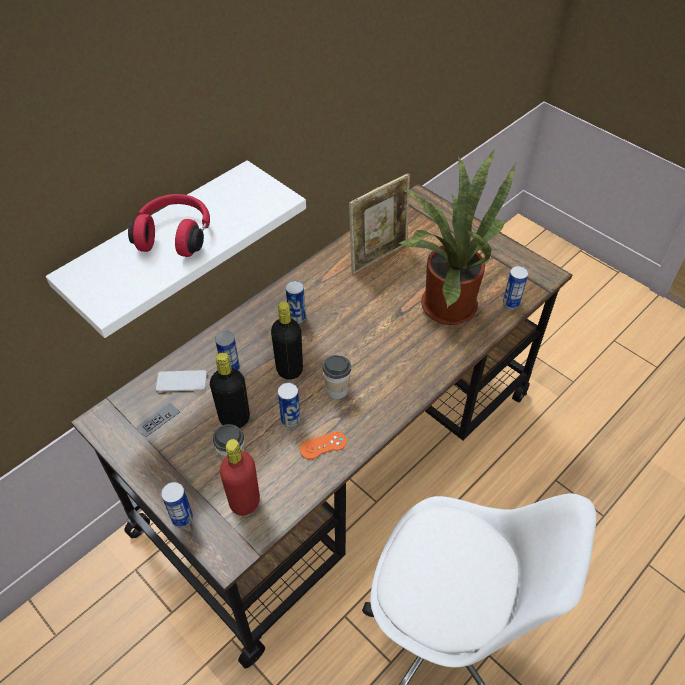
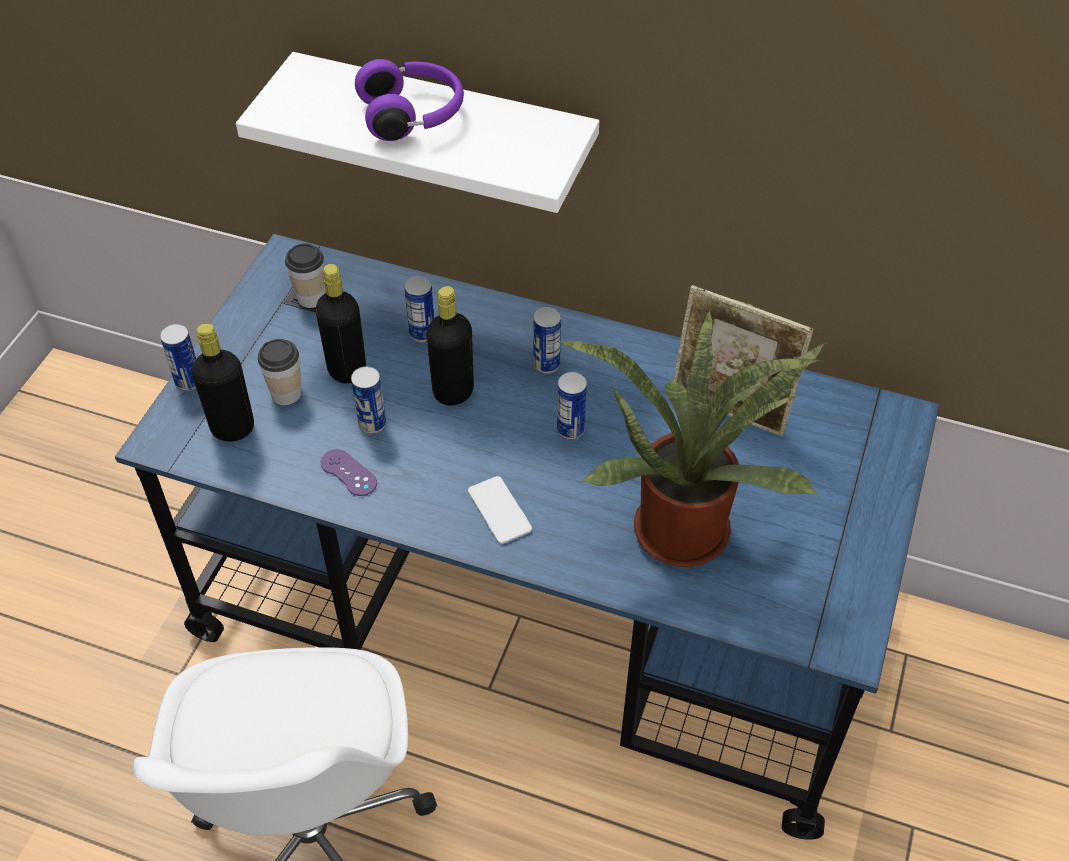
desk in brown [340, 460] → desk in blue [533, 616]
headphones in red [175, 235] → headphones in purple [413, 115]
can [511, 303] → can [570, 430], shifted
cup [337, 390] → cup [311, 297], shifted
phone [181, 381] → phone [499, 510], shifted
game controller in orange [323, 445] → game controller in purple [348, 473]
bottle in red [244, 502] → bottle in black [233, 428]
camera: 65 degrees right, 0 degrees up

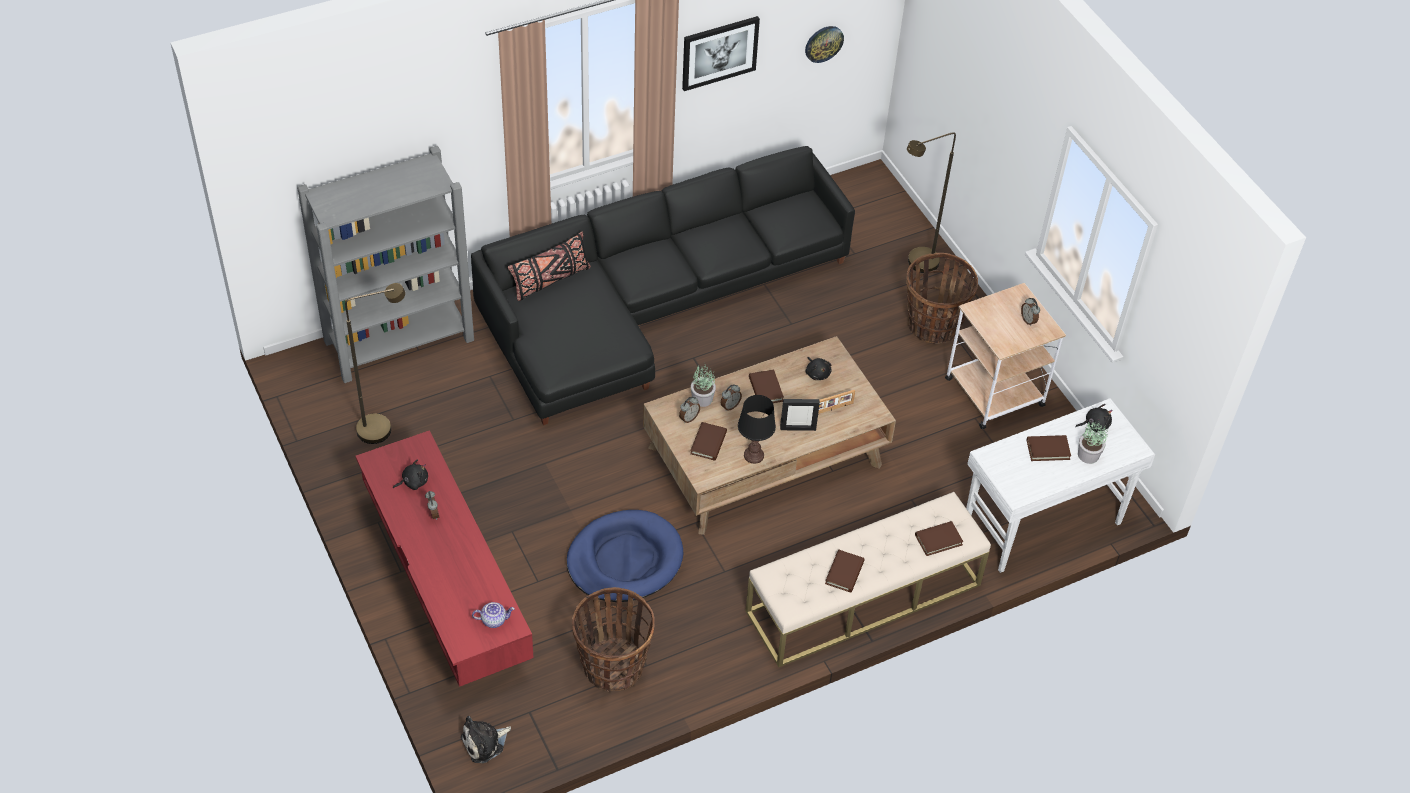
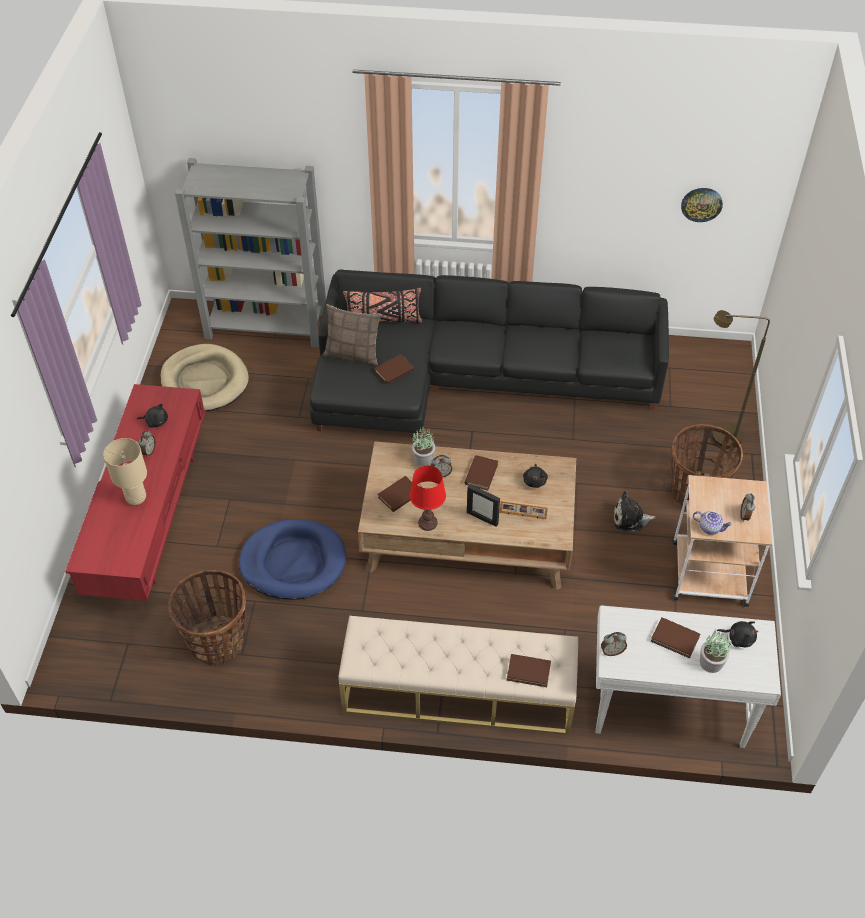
picture [719, 52] → -
floor lamp in brown [383, 427] → dog bed in beige [205, 381]
table lamp in black [753, 455] → table lamp in red [428, 522]
alarm clock [688, 418] → alarm clock [612, 651], shifted
book in brown [844, 572] → book in brown [394, 371], shifted
teapot [494, 619] → teapot [710, 527], shifted
plush toy [485, 743] → plush toy [630, 519], shifted
- → pillow [353, 354]
- → table lamp in beige [137, 499]
camera: 35 degrees right, 0 degrees up

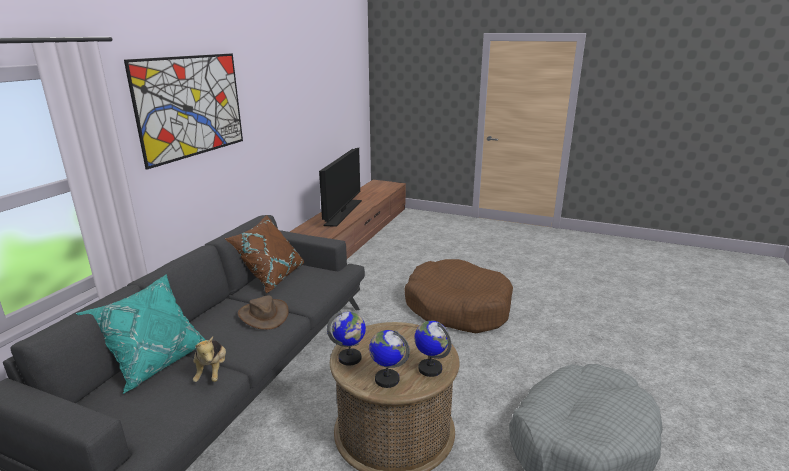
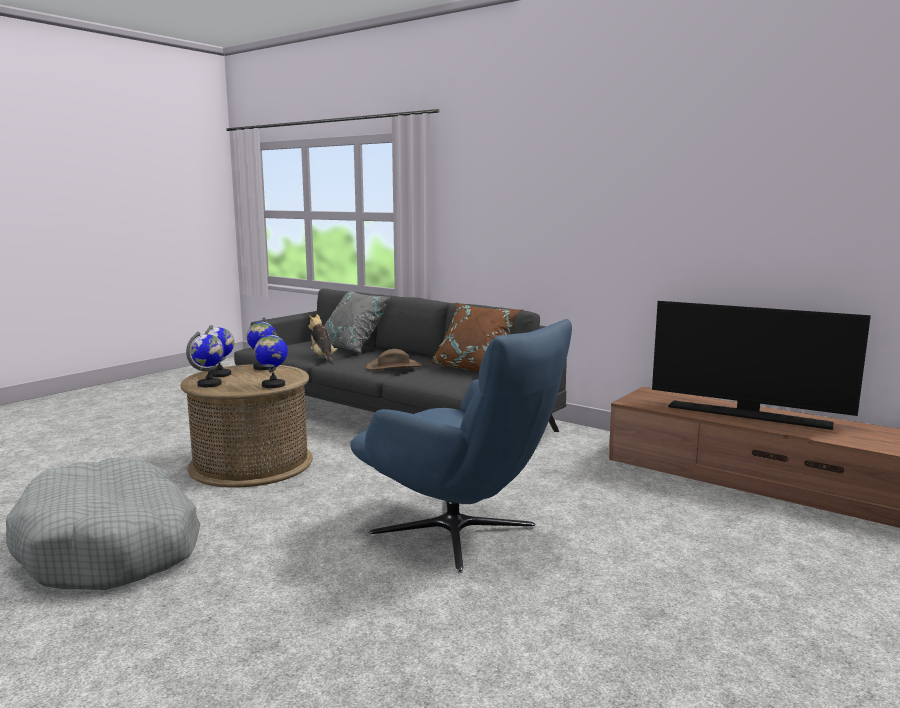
picture [191, 106] → -
dog bed in brown [457, 307] → armchair in blue [457, 533]
pillow in turquoise [155, 361] → pillow in grey [353, 347]
plush toy [212, 372] → plush toy [323, 358], 60 degrees clockwise
- → globe [273, 385]
camera: 105 degrees right, 10 degrees down

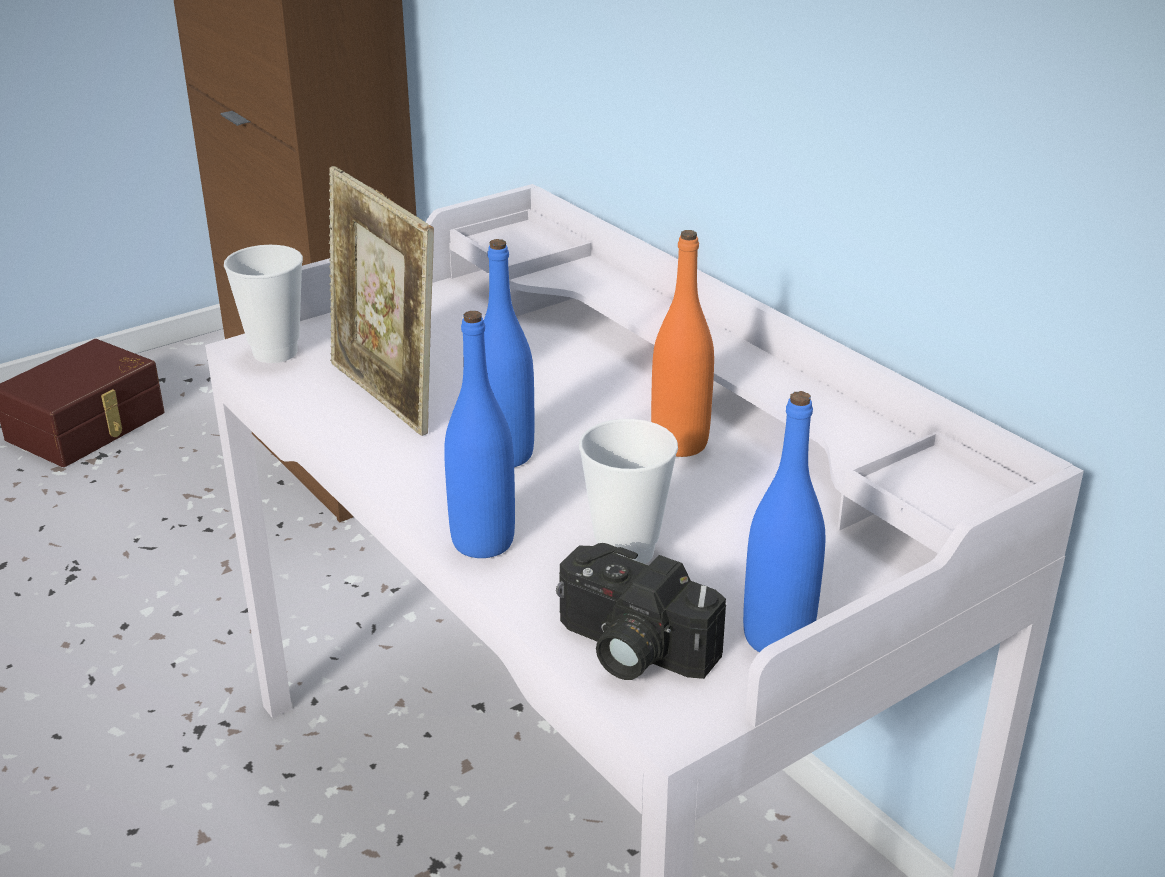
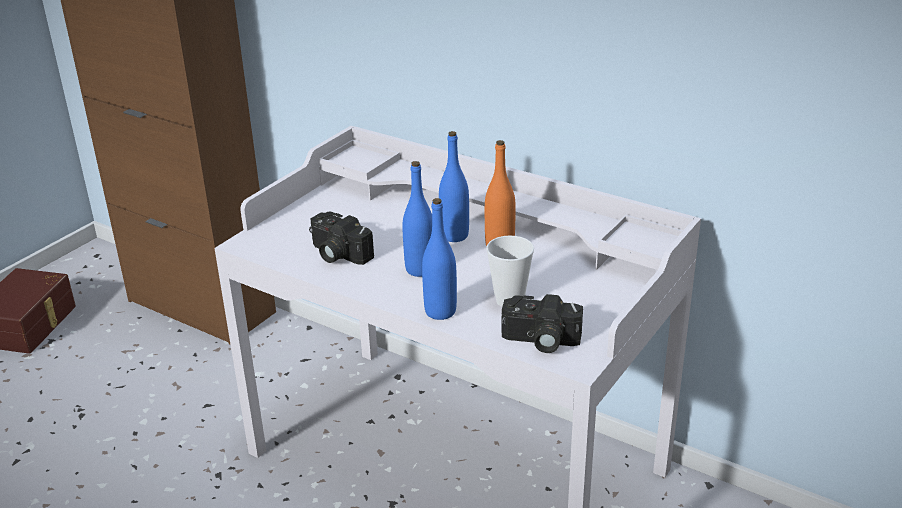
picture frame [386, 396] → photo camera [337, 254]
cup [275, 352] → -
bottle in blue [777, 637] → bottle in blue [454, 236], shifted
camera: 20 degrees left, 0 degrees up

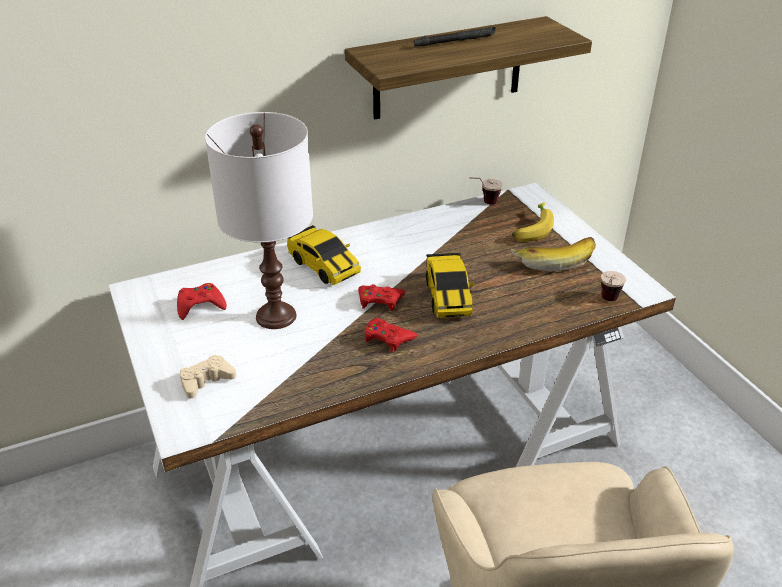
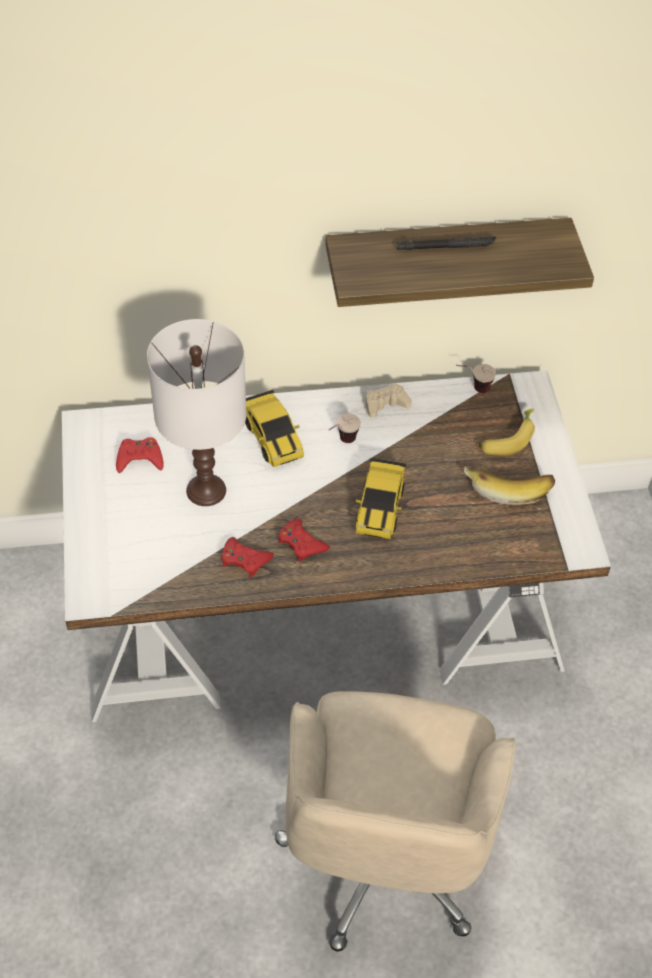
cup [607, 302] → cup [341, 443], shifted
game controller in red [380, 300] → game controller in red [244, 559], shifted
game controller in beige [206, 381] → game controller in beige [385, 404], shifted
camera: 15 degrees right, 15 degrees up

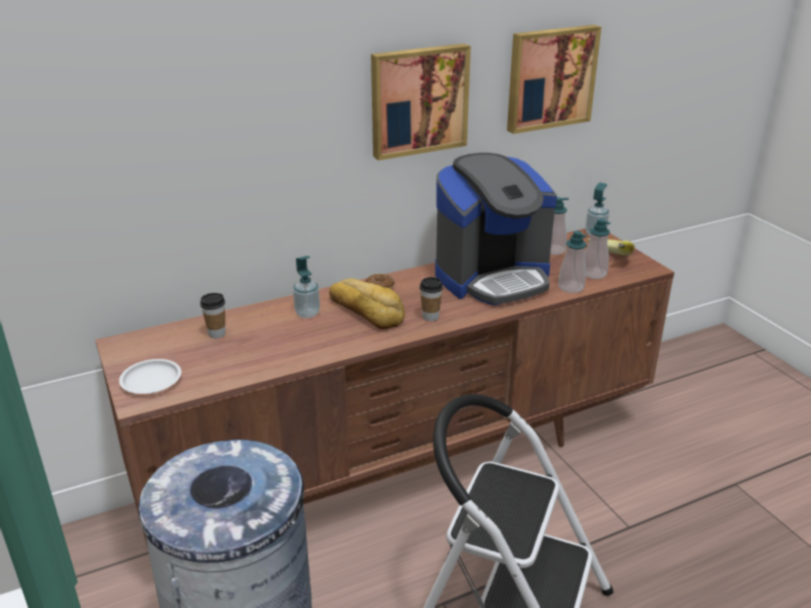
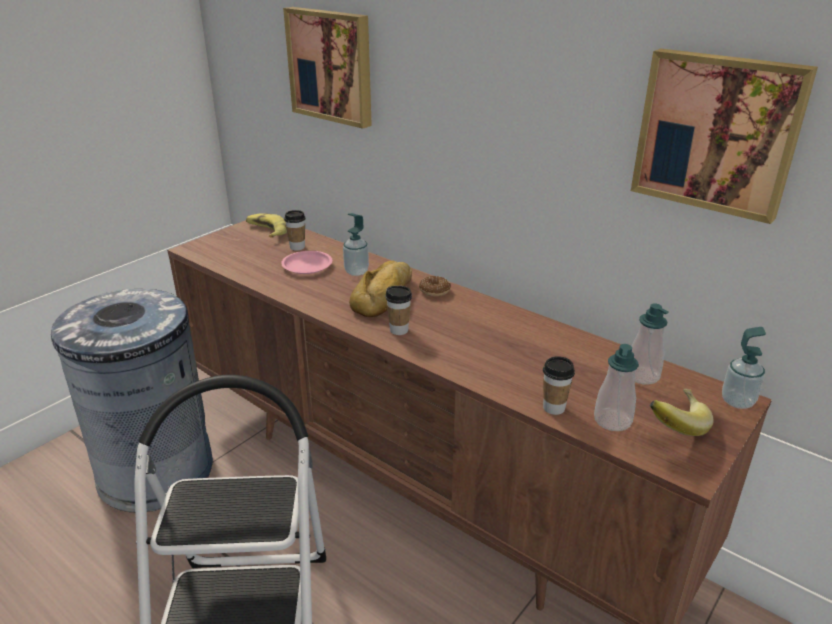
picture [418, 100] → picture [332, 66], shifted
coffee machine [492, 277] → -
soap dispenser [571, 287] → cup [554, 408]
plate in white [150, 380] → -
- → banana [266, 231]
- → plate in pink [307, 265]
camera: 65 degrees right, 0 degrees up

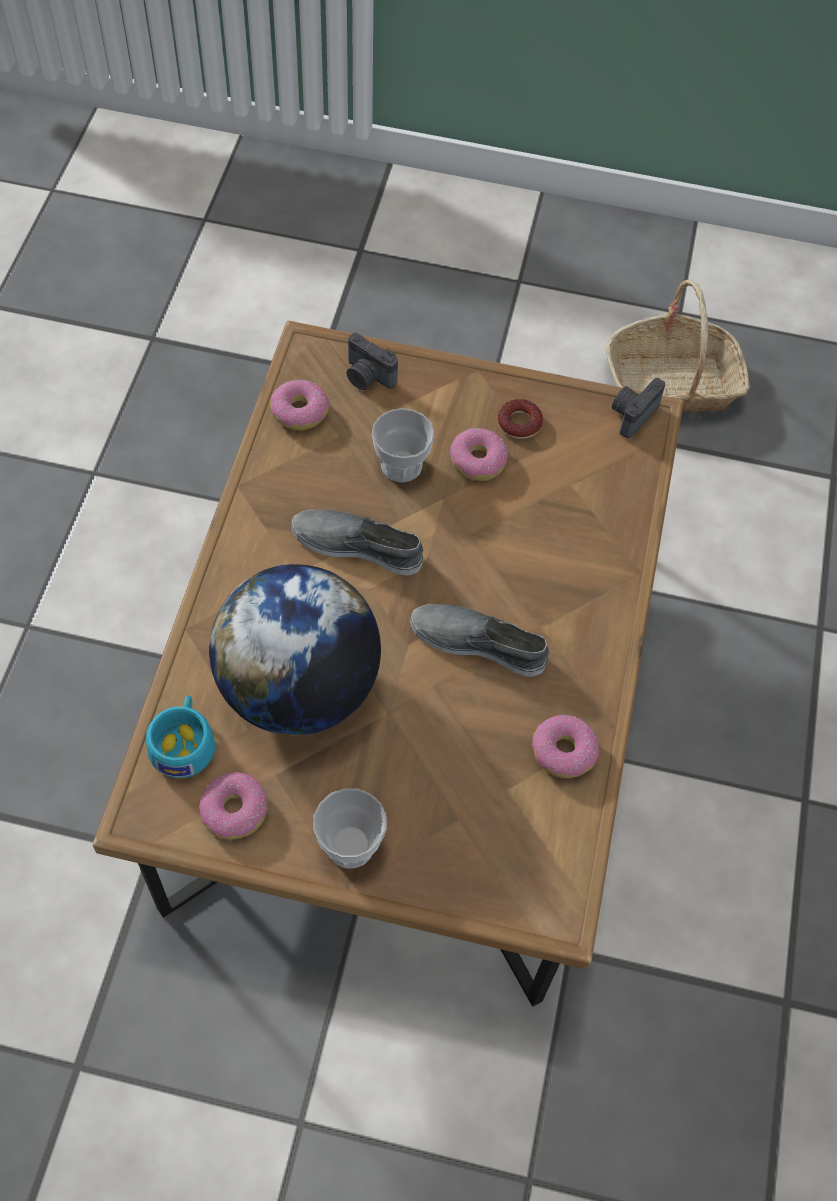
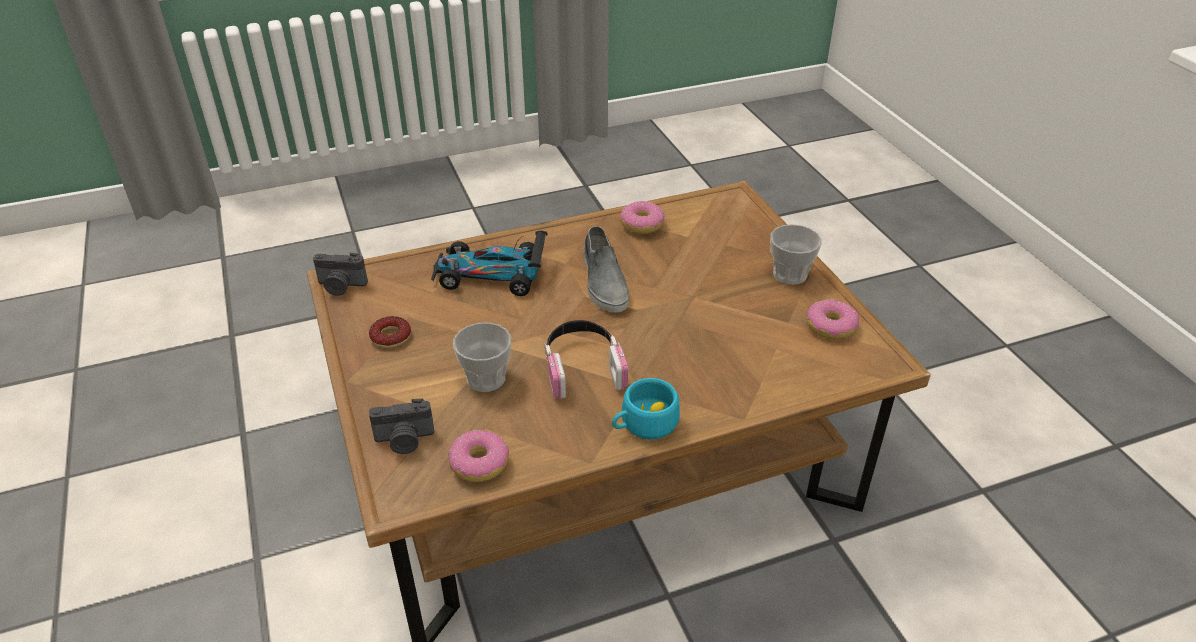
basket [671, 384] → -
photo camera [367, 377] → photo camera [404, 440], 75 degrees clockwise
donut [477, 461] → -
shoe in grey [357, 545] → headphones [582, 367]
globe [299, 687] → -
cup in turquoise [184, 743] → cup in turquoise [643, 424], shifted
- → toy car [492, 275]
camera: 120 degrees left, 20 degrees down

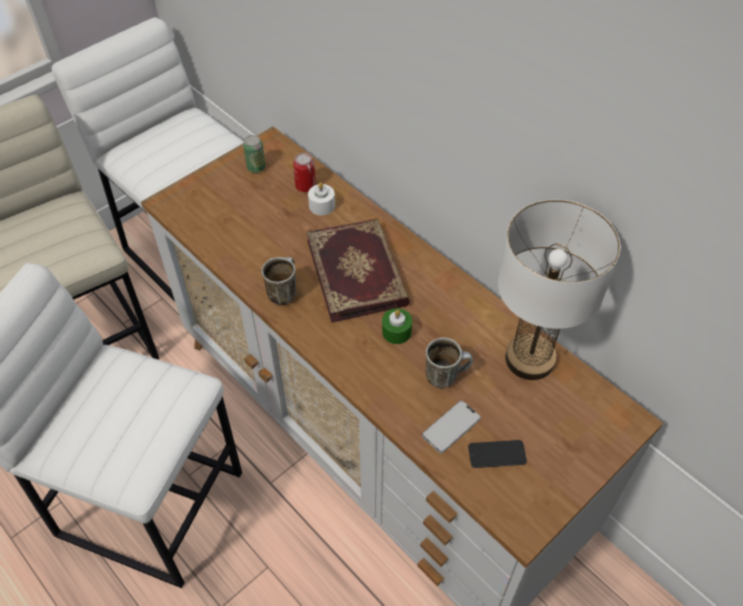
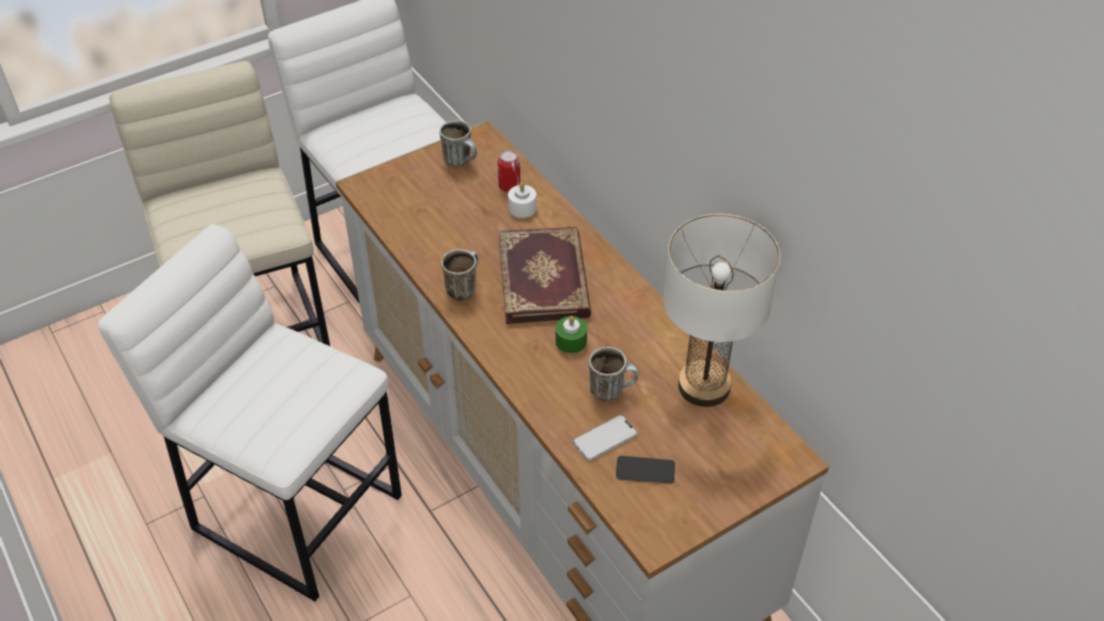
can [256, 167] → mug [461, 161]
camera: 10 degrees right, 5 degrees down

